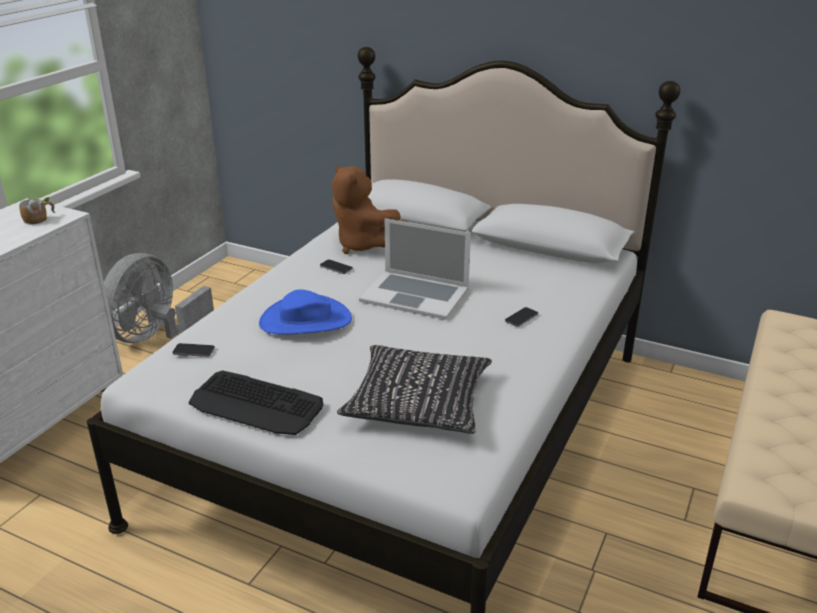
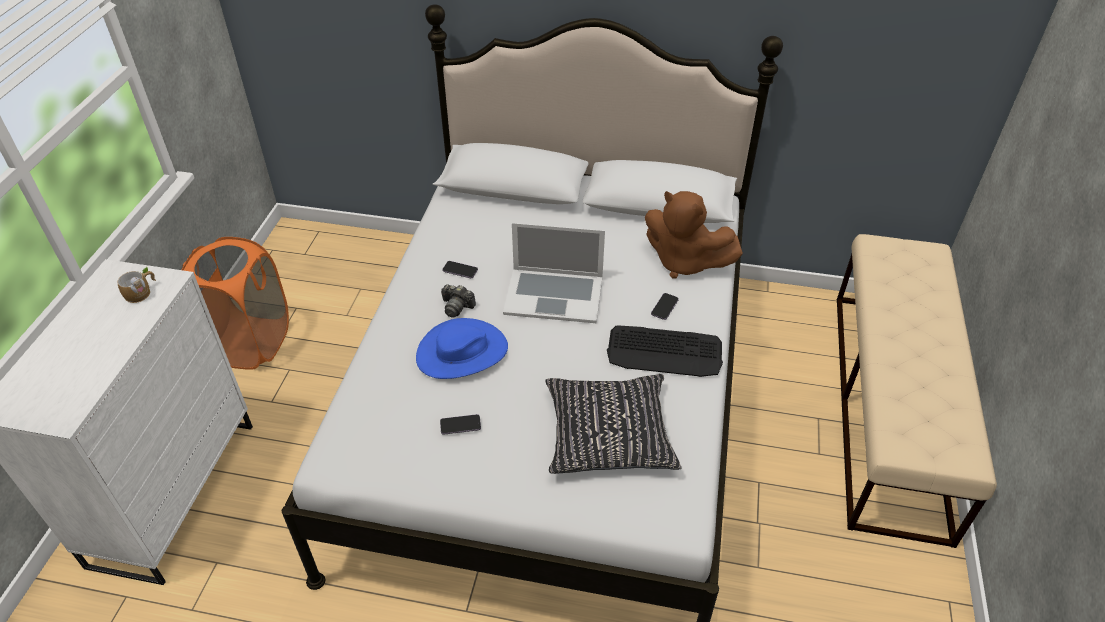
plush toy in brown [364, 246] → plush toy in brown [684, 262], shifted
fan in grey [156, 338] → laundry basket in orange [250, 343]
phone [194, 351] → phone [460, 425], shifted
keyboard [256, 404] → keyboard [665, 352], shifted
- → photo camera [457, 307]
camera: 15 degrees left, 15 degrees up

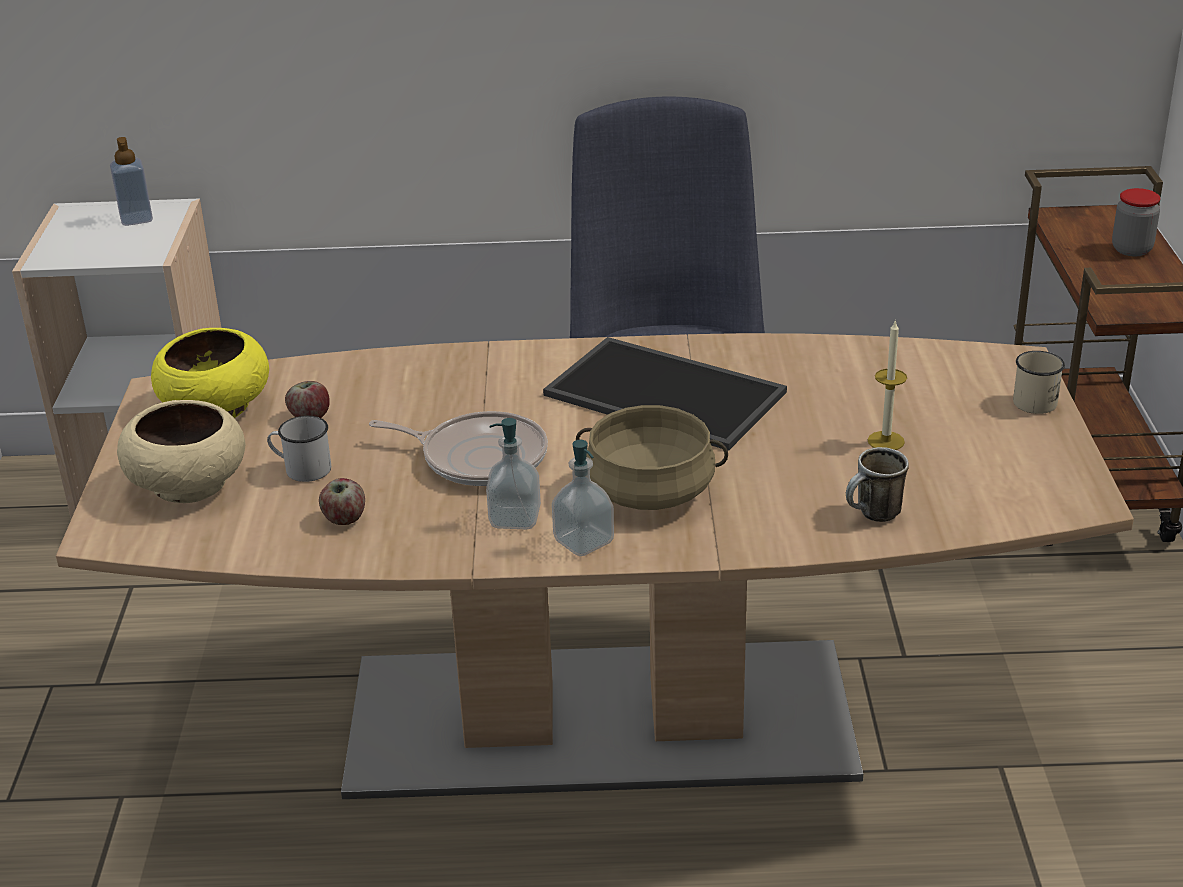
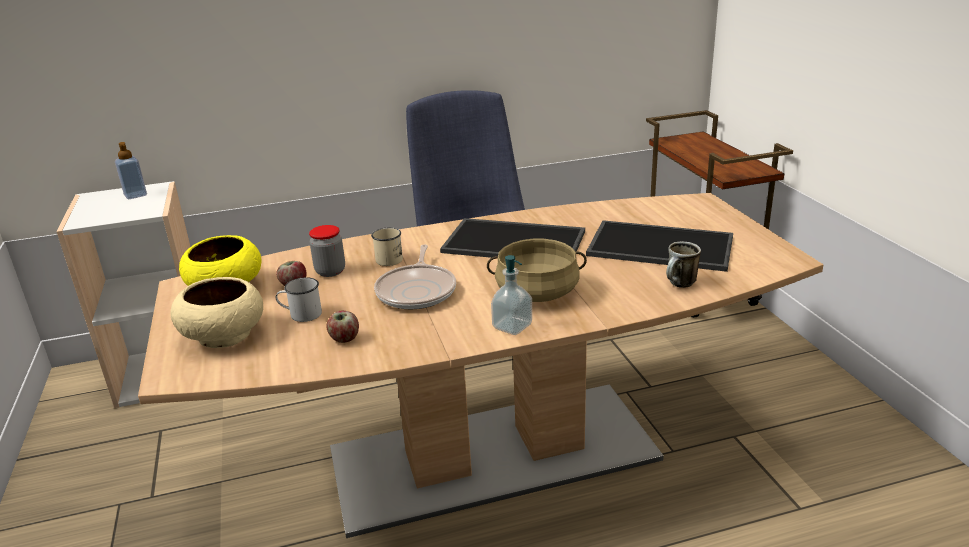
jar [1131, 249] → jar [330, 271], shifted
candle [886, 441] → tray [658, 247]
mug in beige [1036, 399] → mug in beige [390, 258], shifted
frying pan [478, 457] → frying pan [417, 291], 90 degrees clockwise
soap dispenser [515, 518] → -
camera: 15 degrees left, 5 degrees down

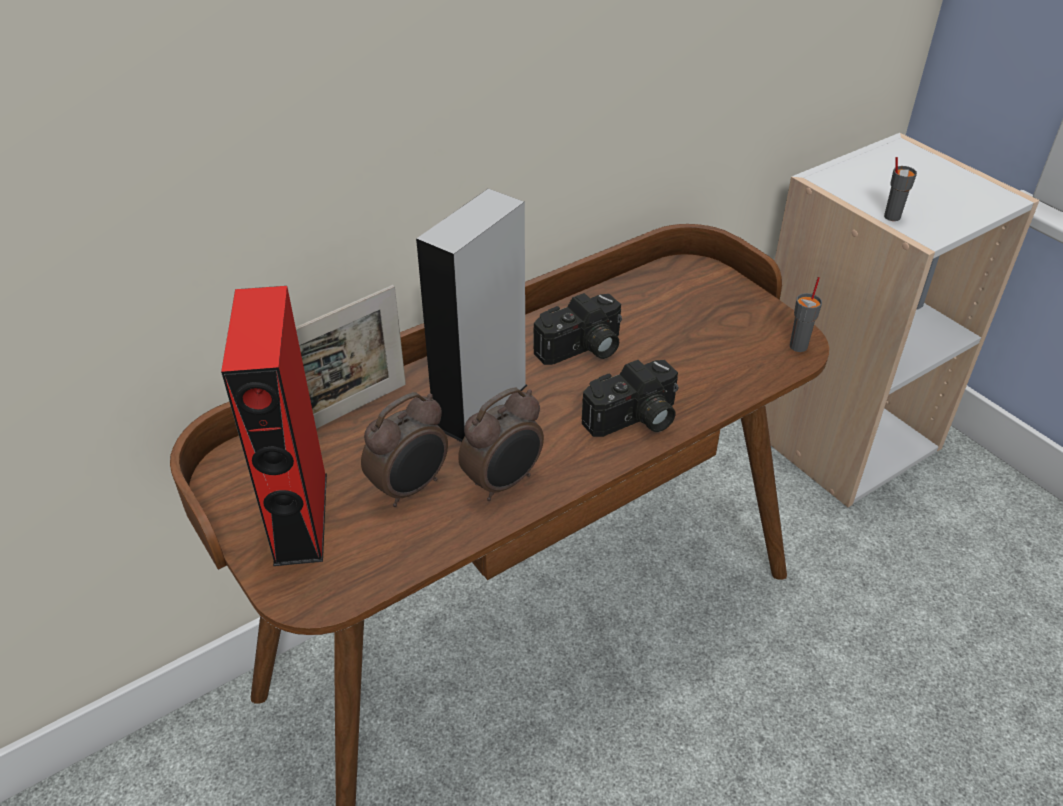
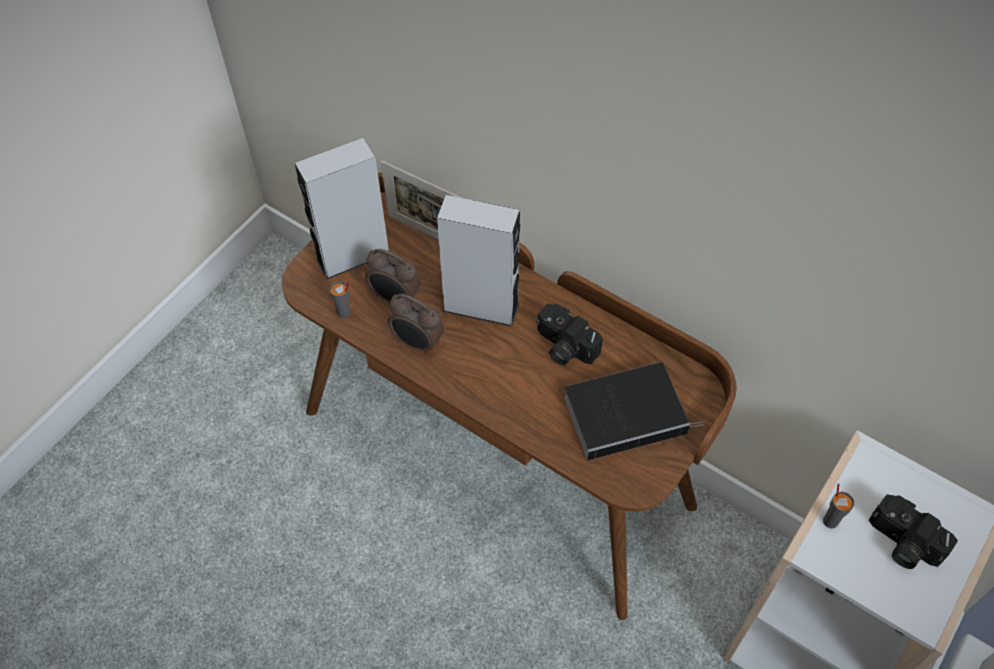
cup in grey [799, 346] → cup in grey [344, 313], shifted
speaker in red [301, 517] → speaker in grey [353, 256]
photo camera [634, 420] → photo camera [902, 543], shifted
- → book [628, 413]
camera: 70 degrees right, 15 degrees up

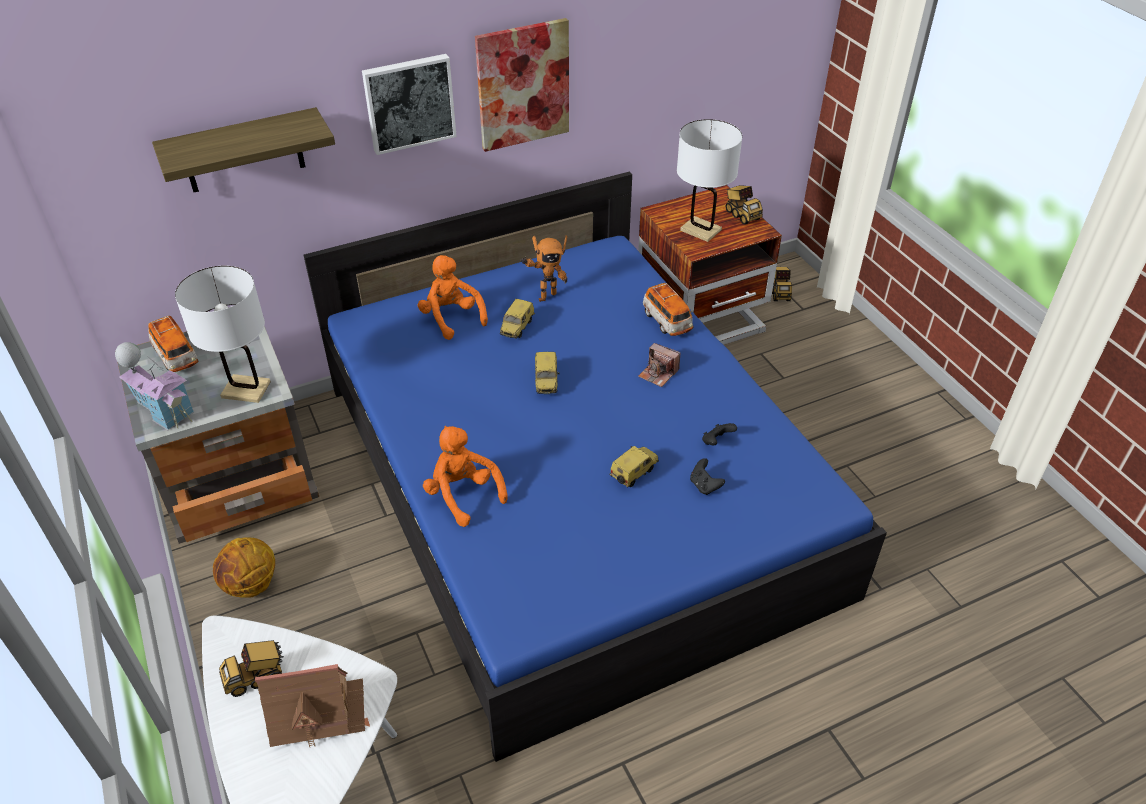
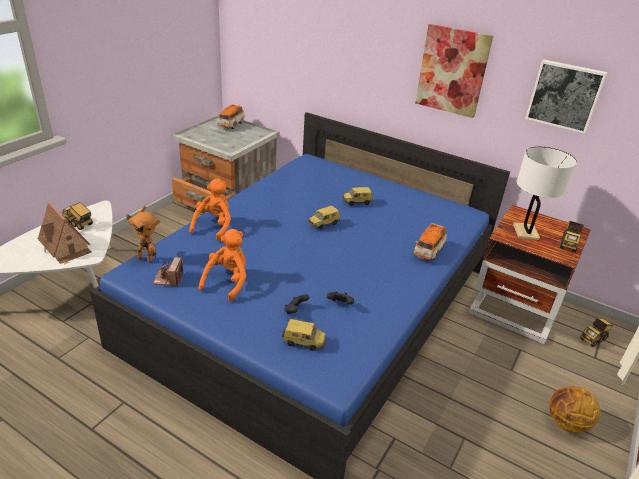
picture [409, 102] → picture [565, 95], shifted
shelf [243, 151] → -
toy robot [545, 295] → toy robot [146, 258], shifted
plush toy in orange [451, 318] → plush toy in orange [228, 281], shifted
table lamp in white [246, 389] → -
toy house [164, 410] → -
photo camera [658, 373] → photo camera [169, 279], shifted
toy car [633, 473] → toy car [304, 342], shifted
basketball [251, 585] → basketball [566, 423], shifted
camera: 55 degrees right, 10 degrees down

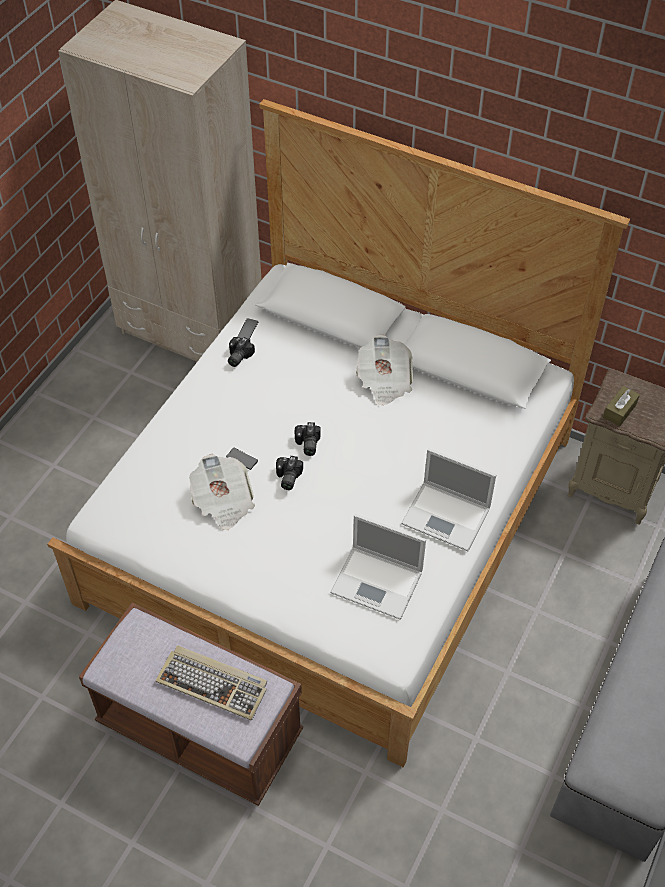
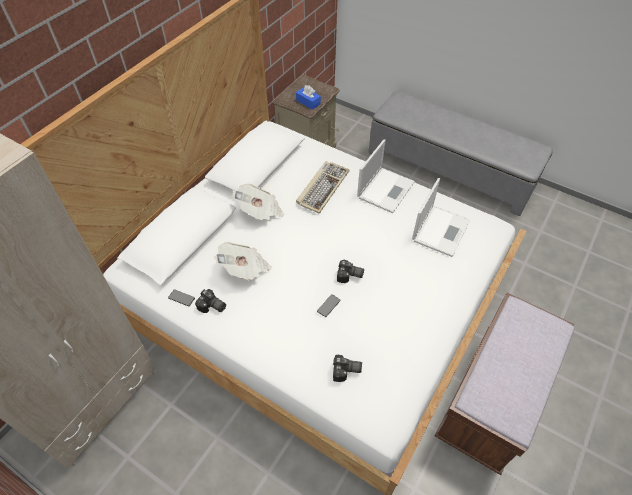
tissue box in brown [619, 411] → tissue box in blue [308, 102]
photo camera [307, 444] → photo camera [346, 371], shifted
newspaper [223, 502] → newspaper [245, 269], shifted
keyboard [214, 683] → keyboard [322, 187], shifted
camera: 85 degrees left, 0 degrees up

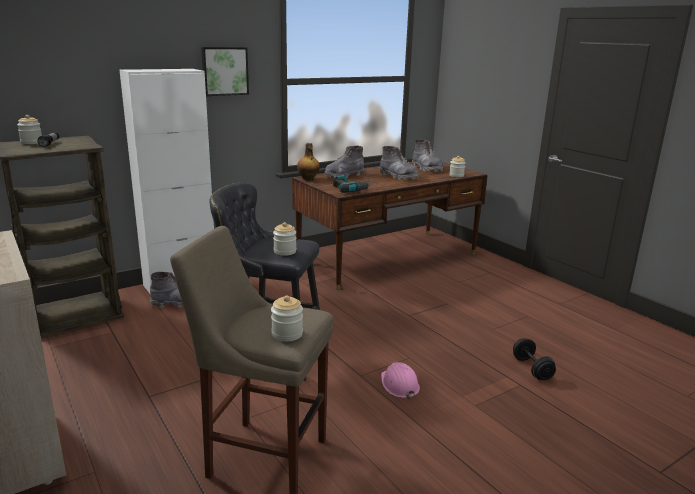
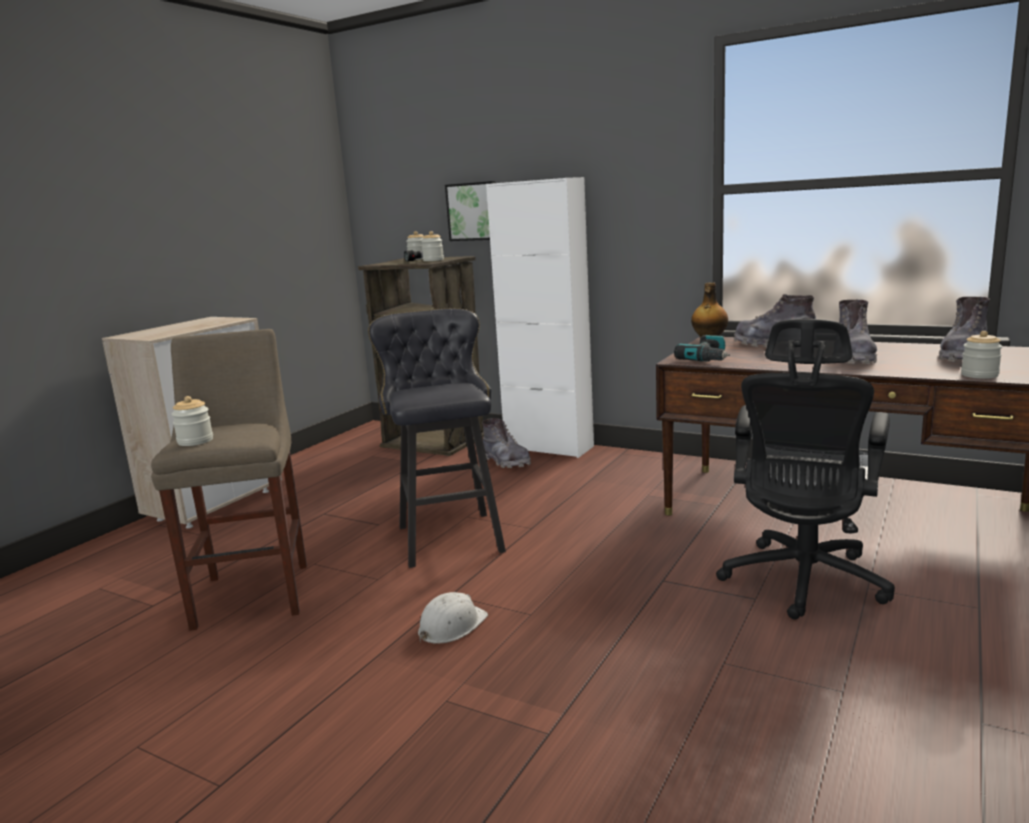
picture [224, 71] → picture [473, 211], shifted
jar [285, 251] → jar [433, 260], shifted
dumbbell in black [532, 369] → -
hard hat in pink [399, 384] → hard hat in white [451, 626]
- → office chair [802, 584]
camera: 65 degrees right, 5 degrees down

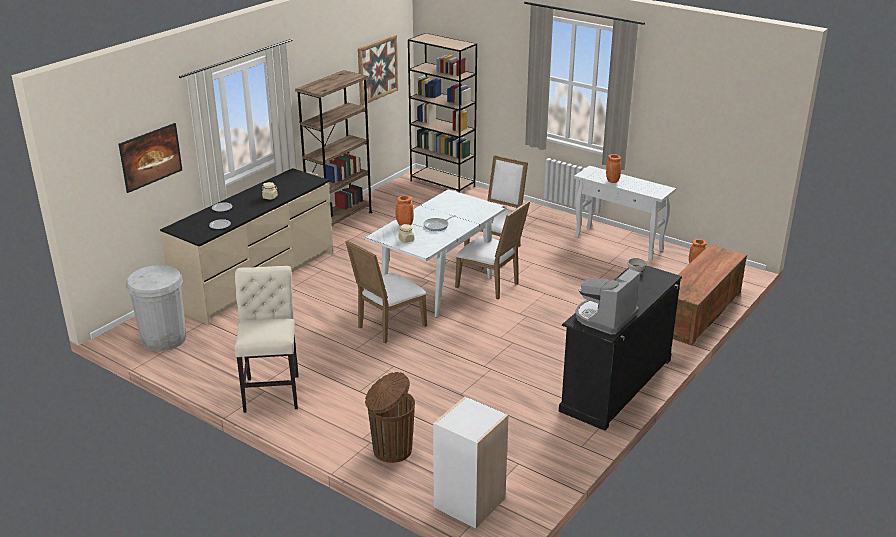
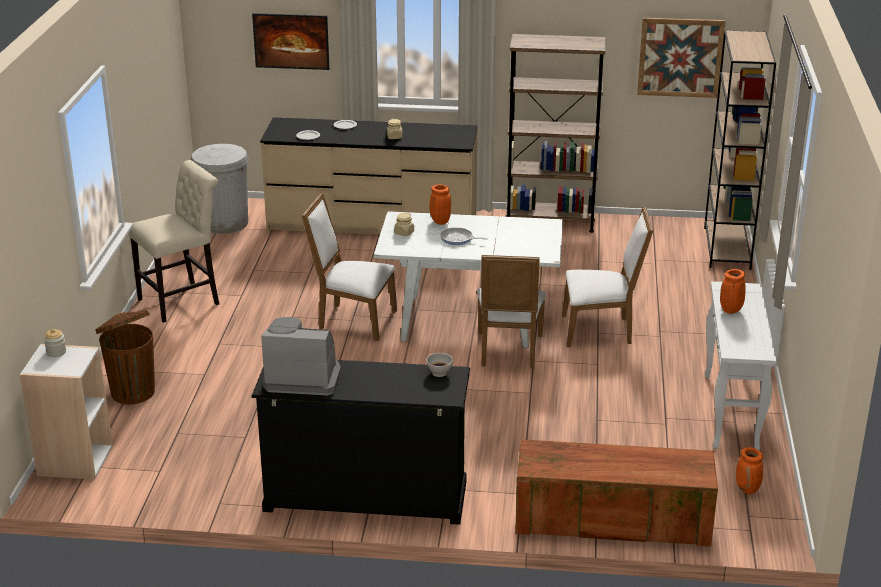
- → jar [56, 352]
camera: 60 degrees right, 0 degrees up

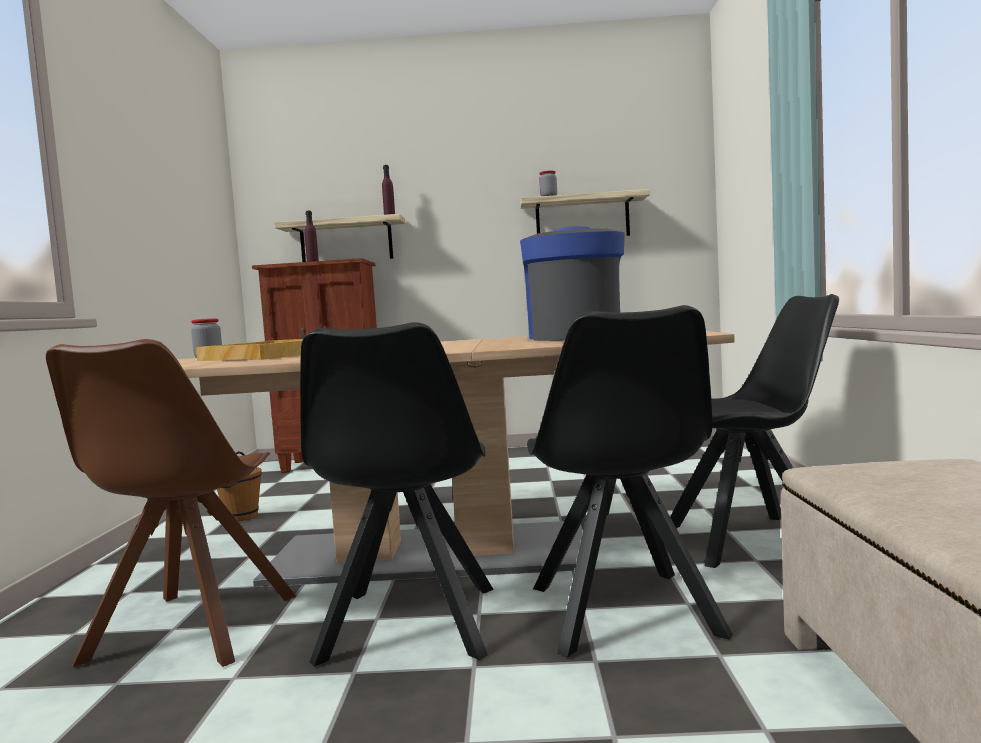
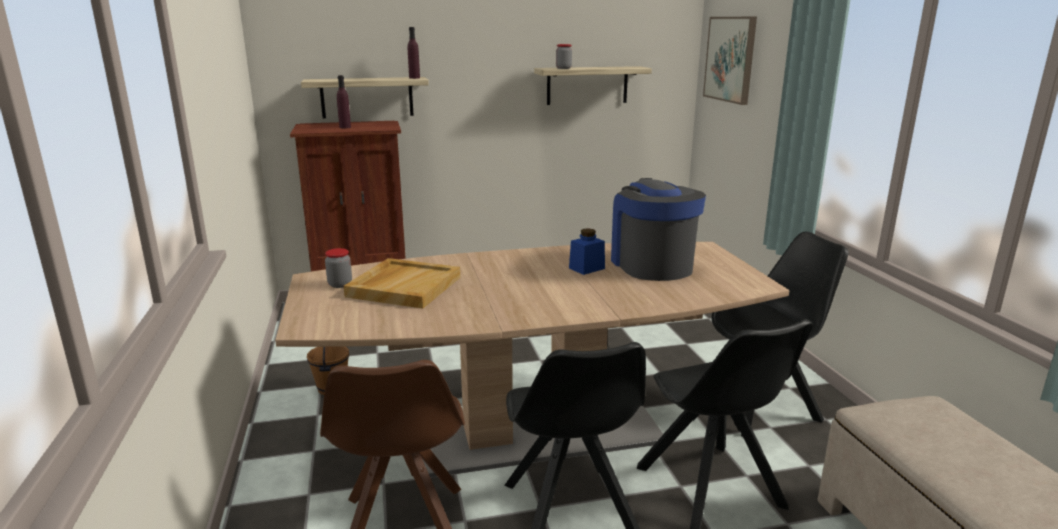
- → picture [730, 59]
- → jar in blue [586, 268]
camera: 15 degrees left, 15 degrees up

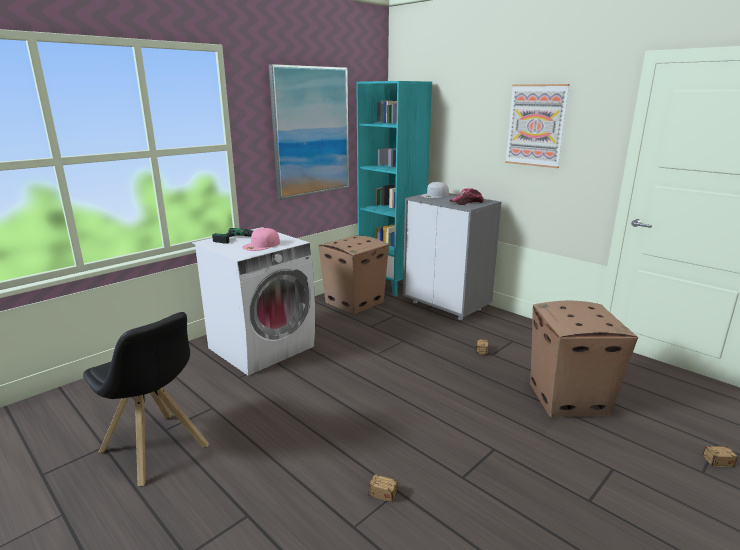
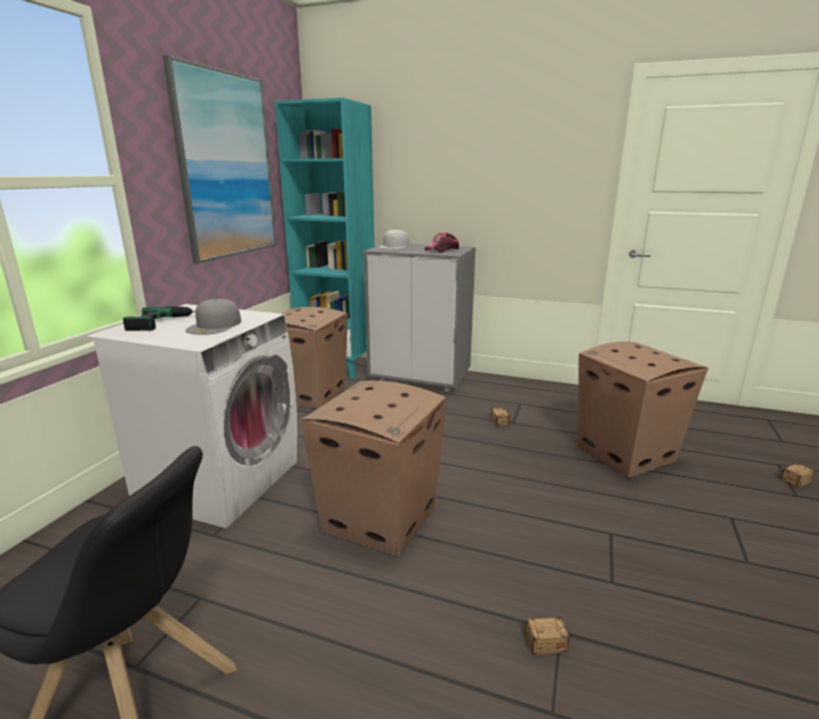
picture [536, 125] → -
cap in pink [261, 245] → cap in grey [215, 325]
- → cardboard box [381, 517]
camera: 25 degrees left, 0 degrees up

